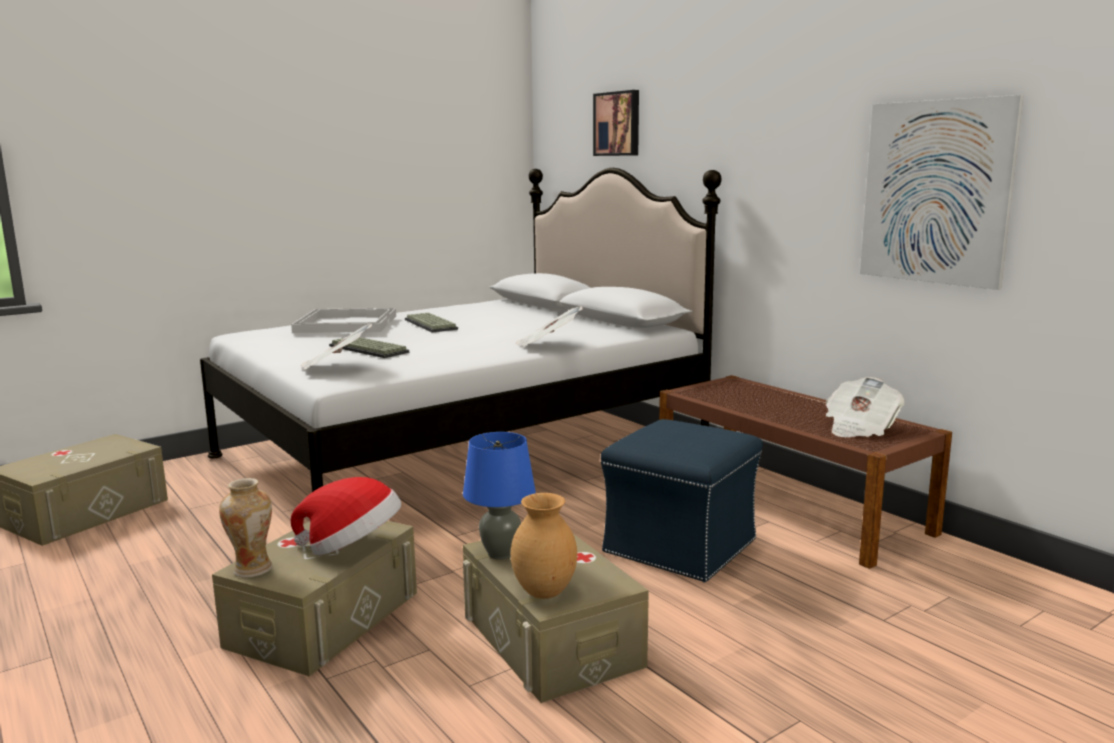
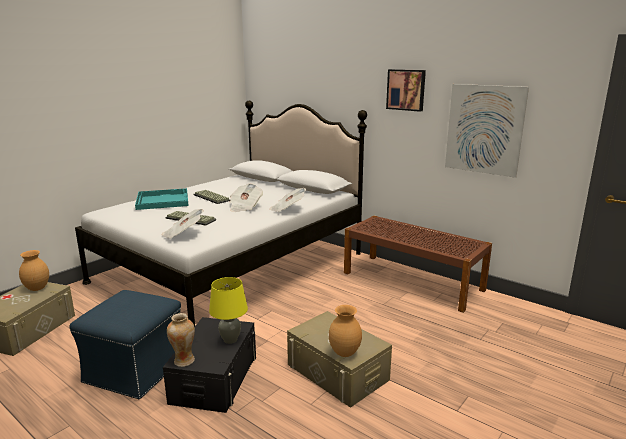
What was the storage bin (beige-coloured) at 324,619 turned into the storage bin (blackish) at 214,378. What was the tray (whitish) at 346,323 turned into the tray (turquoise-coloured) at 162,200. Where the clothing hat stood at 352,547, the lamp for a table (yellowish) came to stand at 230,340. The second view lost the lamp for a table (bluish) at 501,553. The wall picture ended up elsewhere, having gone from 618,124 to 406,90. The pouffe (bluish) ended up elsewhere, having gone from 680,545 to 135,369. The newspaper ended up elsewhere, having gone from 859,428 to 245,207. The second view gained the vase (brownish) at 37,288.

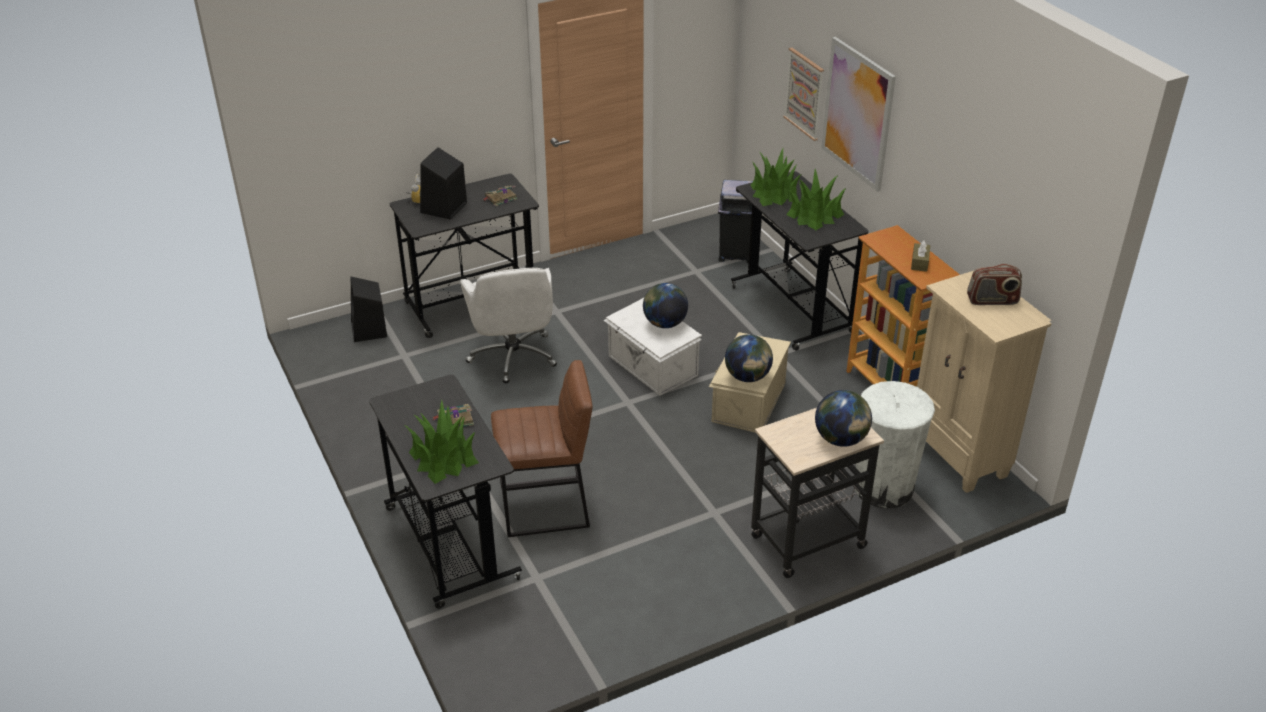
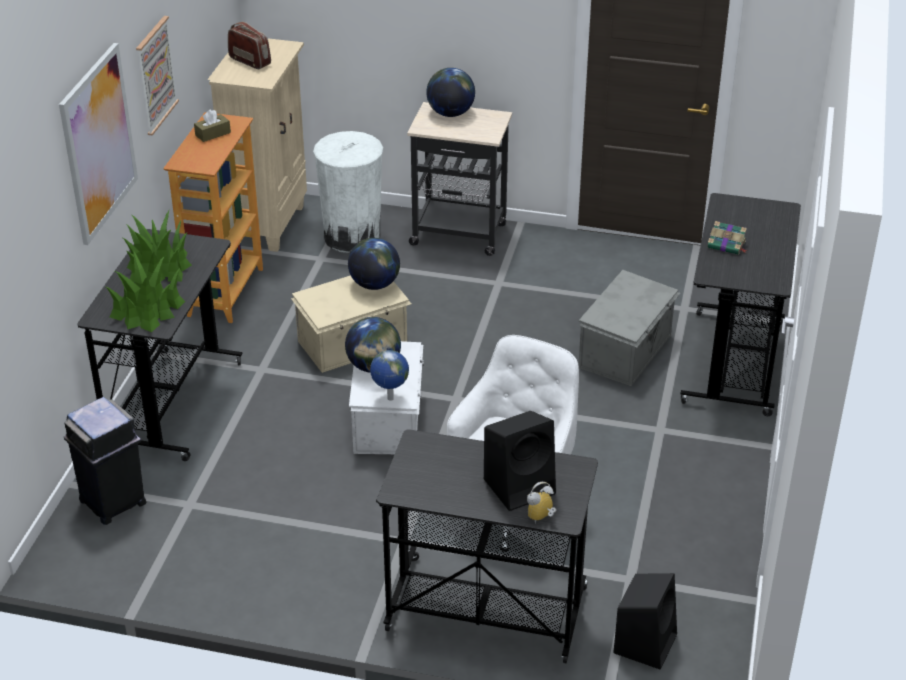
The second view lost the plant in a pot at 443,458. The second view lost the bound book at 500,198. Where the plain chair (brownish) stood at 546,506, the storage bin (greyish) came to stand at 626,351. The wall picture ended up elsewhere, having gone from 804,93 to 155,75. The second view gained the desk globe at 390,399.

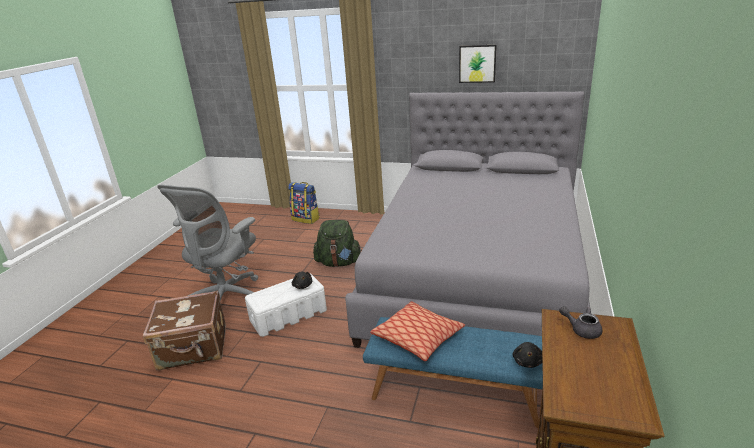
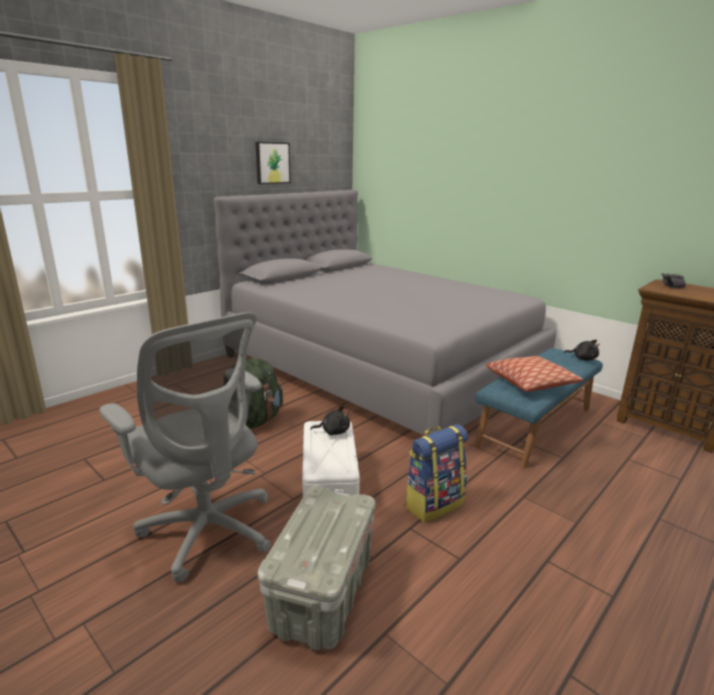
Where the piece of luggage (brownish) stood at 193,348, the storage bin (greyish) came to stand at 322,593. The knapsack ended up elsewhere, having gone from 306,219 to 433,503.

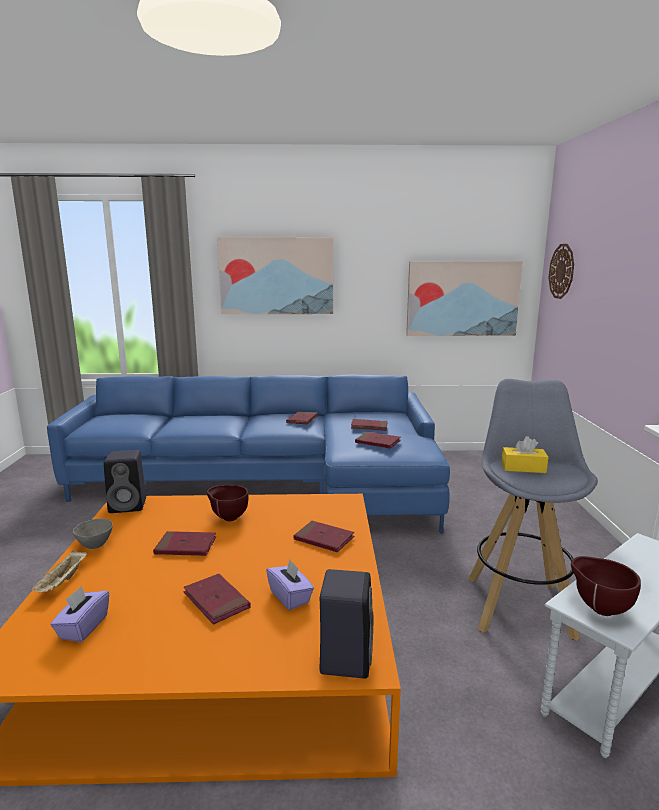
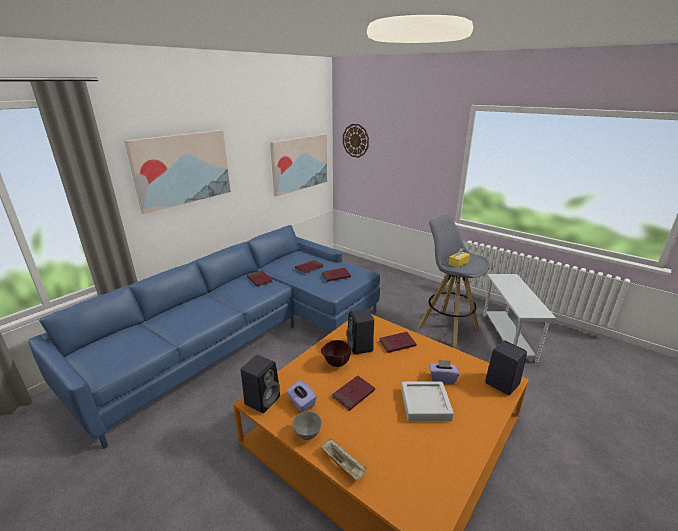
The tissue box (purplish) ended up elsewhere, having gone from 83,627 to 301,403. Where the bound book (red-coloured) stood at 216,601, the tray (greyish) came to stand at 425,404. The second view lost the bowl (brownish) at 599,608. The second view gained the loudspeaker (blackish) at 360,347.

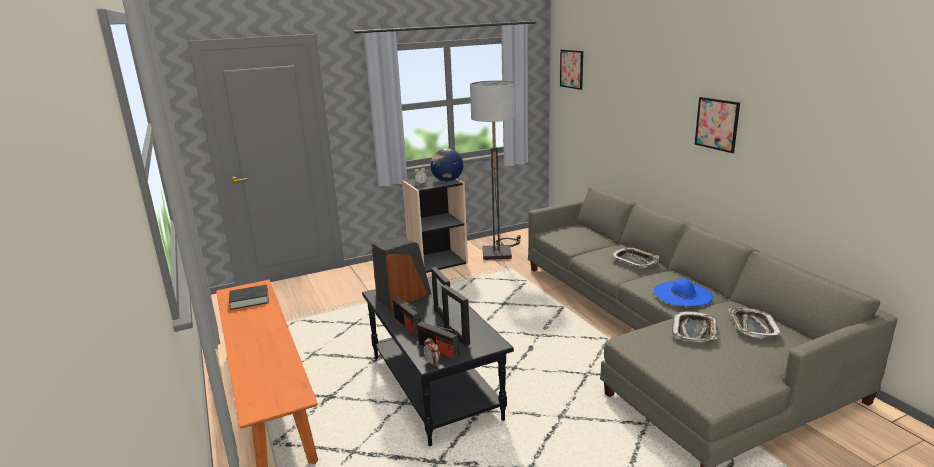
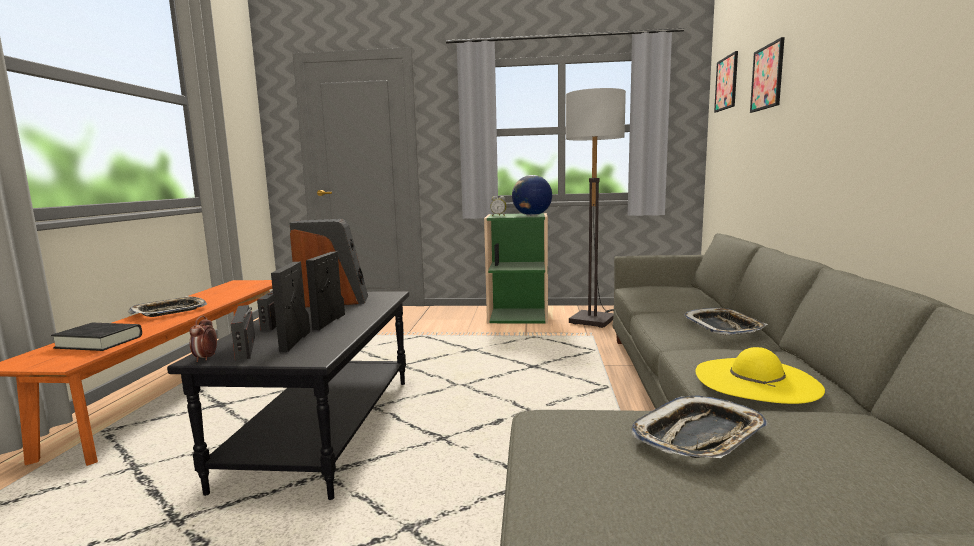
The bound book (blackish) ended up elsewhere, having gone from 249,300 to 99,342. What was the bookcase (blackish) at 438,261 turned into the bookcase (green-coloured) at 518,316. What was the clothing hat (bluish) at 682,294 turned into the clothing hat (yellowish) at 756,380. The wall picture ended up elsewhere, having gone from 717,124 to 767,77. The tray ended up elsewhere, having gone from 752,326 to 170,311.

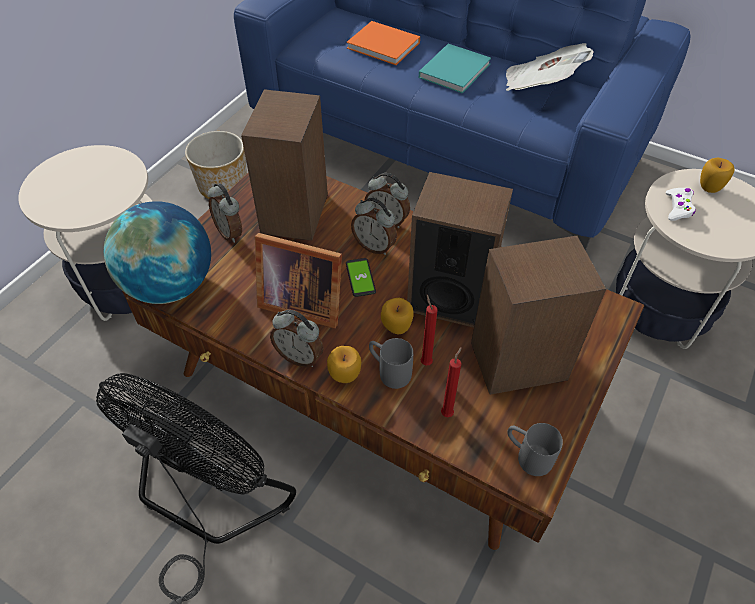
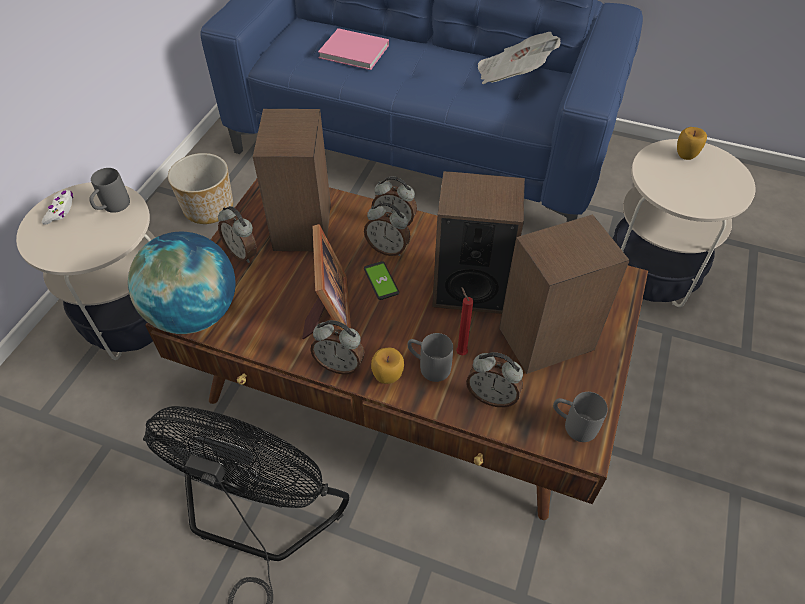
The standing frame at 300,302 ended up facing another way, 105 degrees counterclockwise from before. What was the bound book (orangey) at 385,46 turned into the bound book (pink) at 356,52. The second view lost the whole apple at 396,328. The second view lost the bound book (turquoise-coloured) at 455,70. Where the wax candle (red-coloured) stood at 448,412, the bedside clock came to stand at 492,396. The gamepad (whitish) ended up elsewhere, having gone from 678,208 to 60,210. The second view gained the tea mug (greyish) at 112,208.

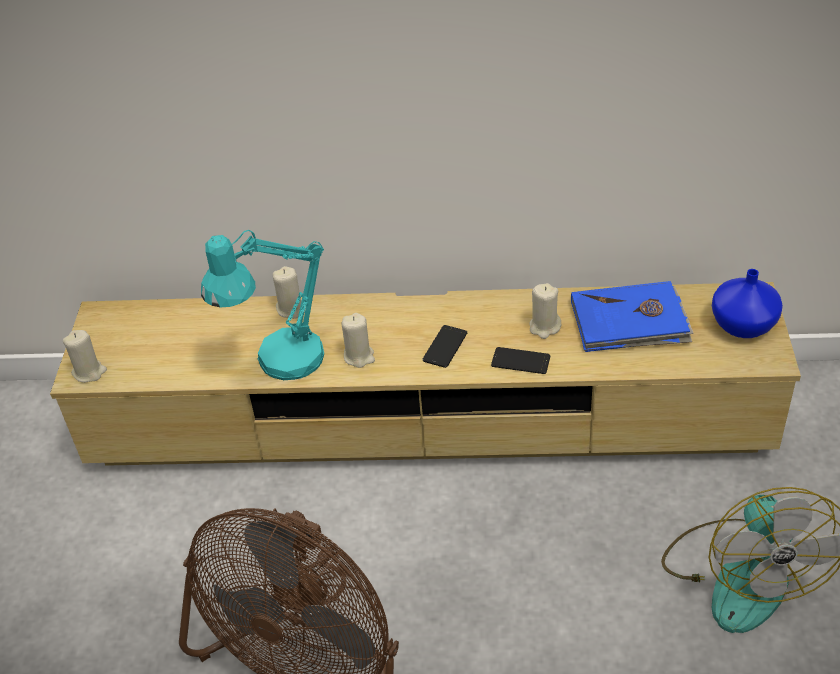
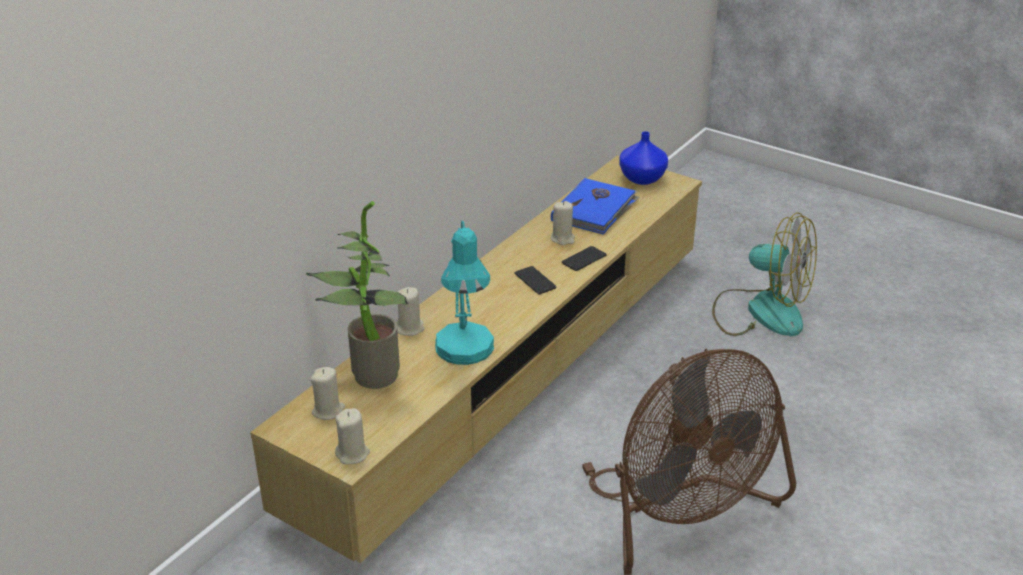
The wax candle (beige-coloured) ended up elsewhere, having gone from 359,356 to 328,411. The second view gained the plant in a pot at 368,376.

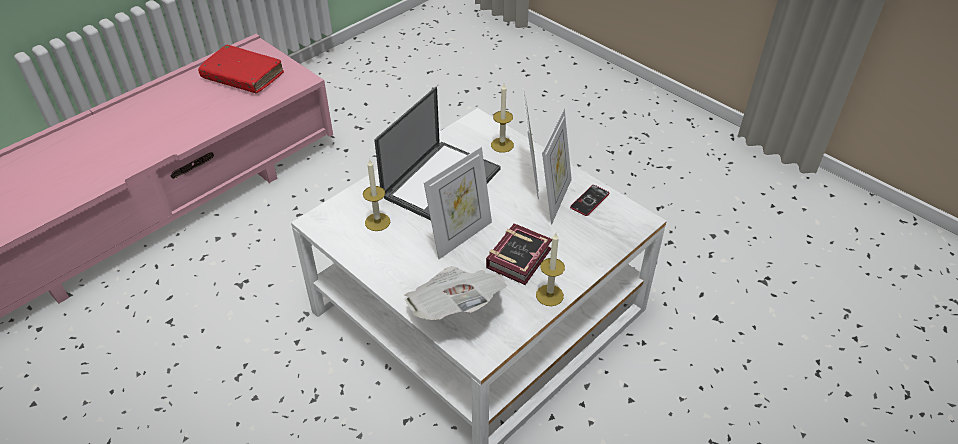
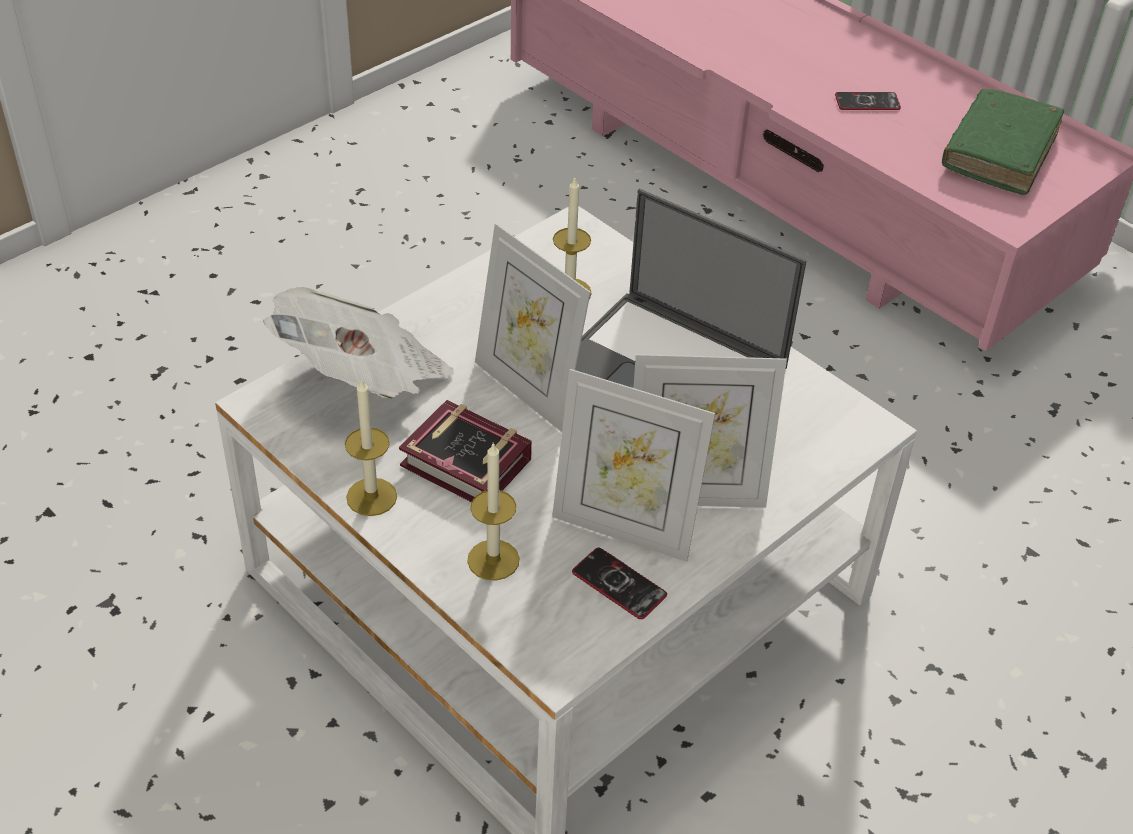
What was the bound book (red-coloured) at 243,76 turned into the bound book (green-coloured) at 999,152. The wax candle ended up elsewhere, having gone from 502,145 to 493,560. The second view gained the phone at 867,102.

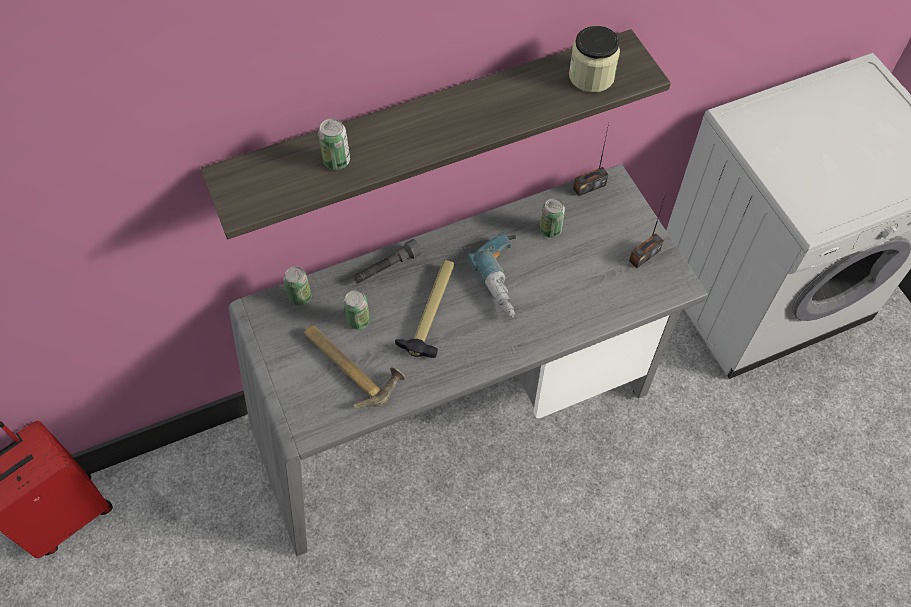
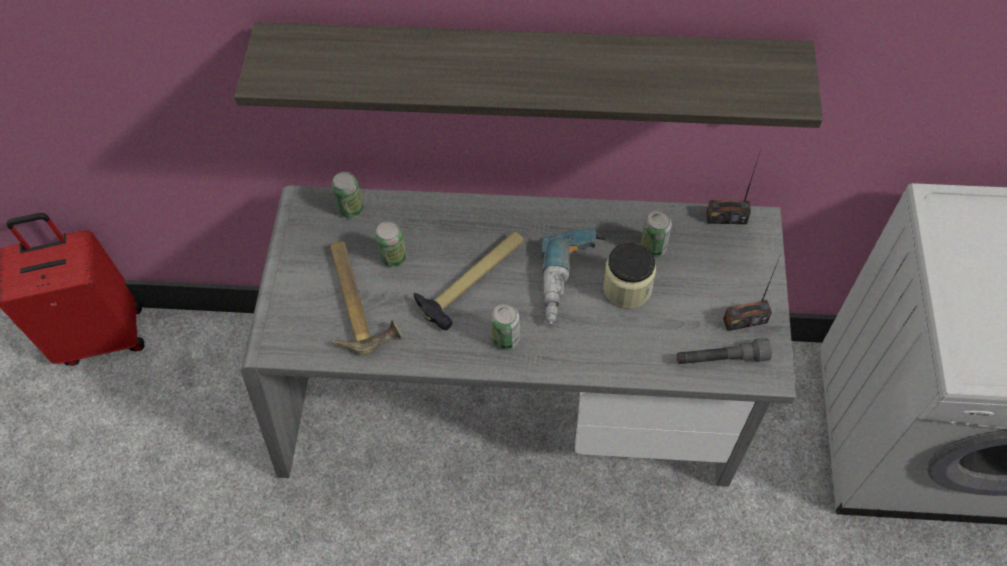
The sealed can ended up elsewhere, having gone from 336,161 to 506,339. The flashlight (greyish) ended up elsewhere, having gone from 387,267 to 721,358. The preserve jar ended up elsewhere, having gone from 591,76 to 627,288.

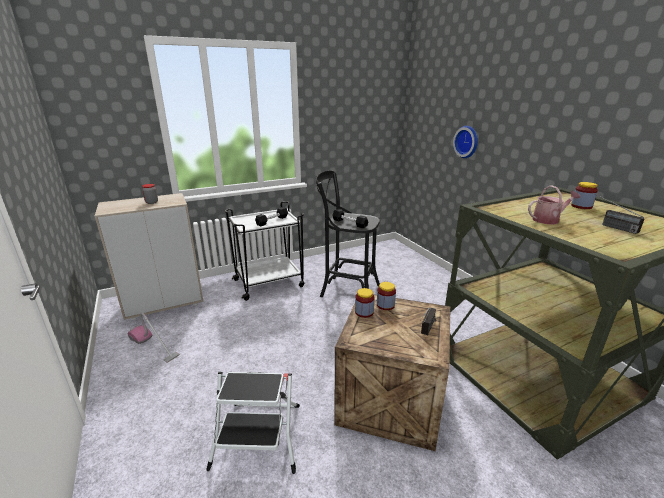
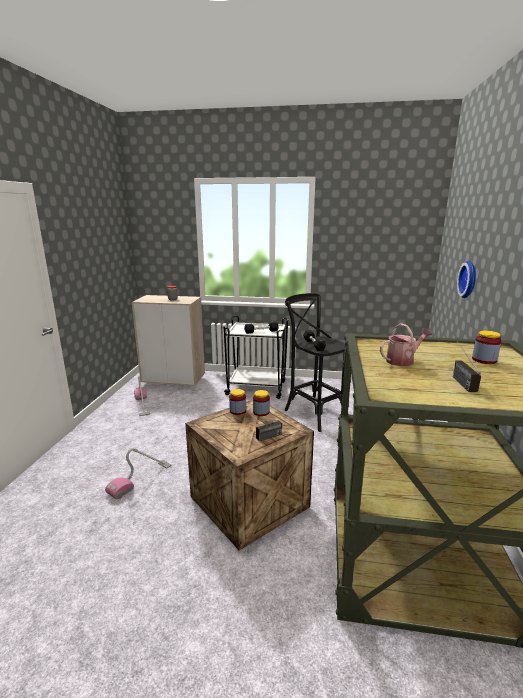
Where the stepladder stood at 259,436, the vacuum came to stand at 140,479. The sprinkling can at 548,220 ended up facing another way, 45 degrees counterclockwise from before.

